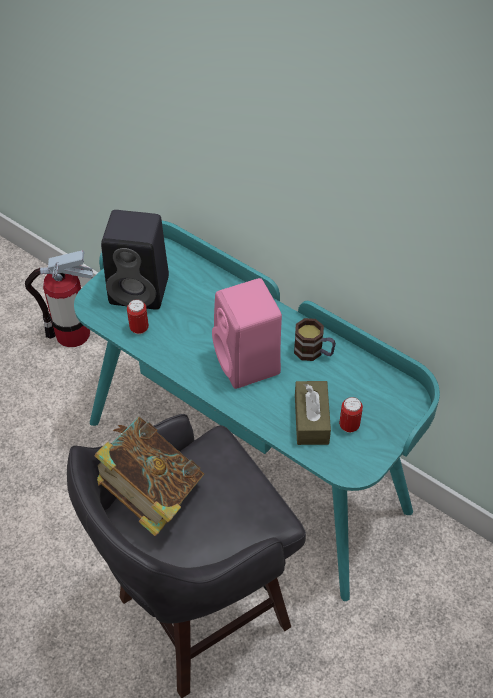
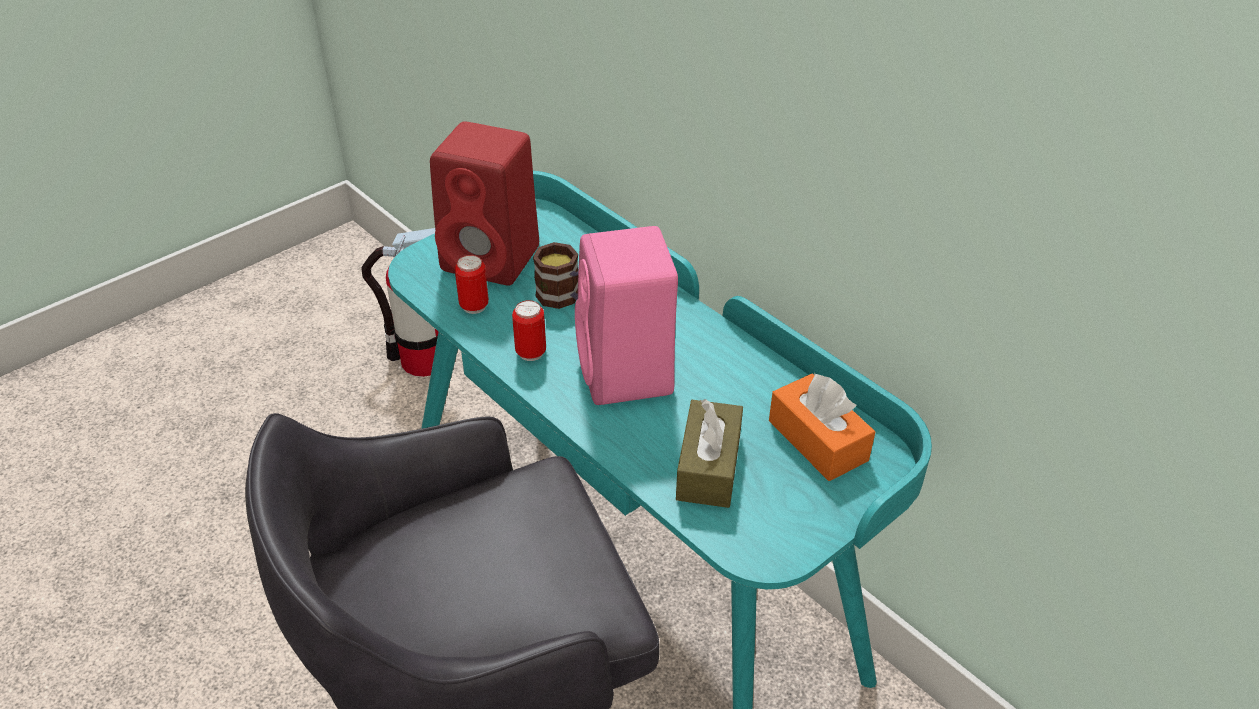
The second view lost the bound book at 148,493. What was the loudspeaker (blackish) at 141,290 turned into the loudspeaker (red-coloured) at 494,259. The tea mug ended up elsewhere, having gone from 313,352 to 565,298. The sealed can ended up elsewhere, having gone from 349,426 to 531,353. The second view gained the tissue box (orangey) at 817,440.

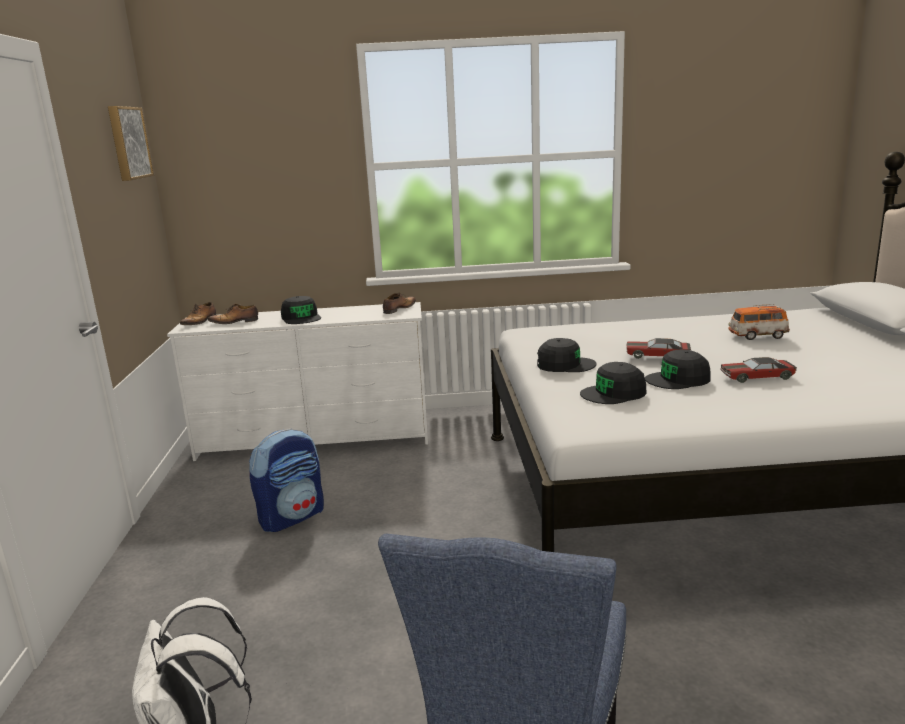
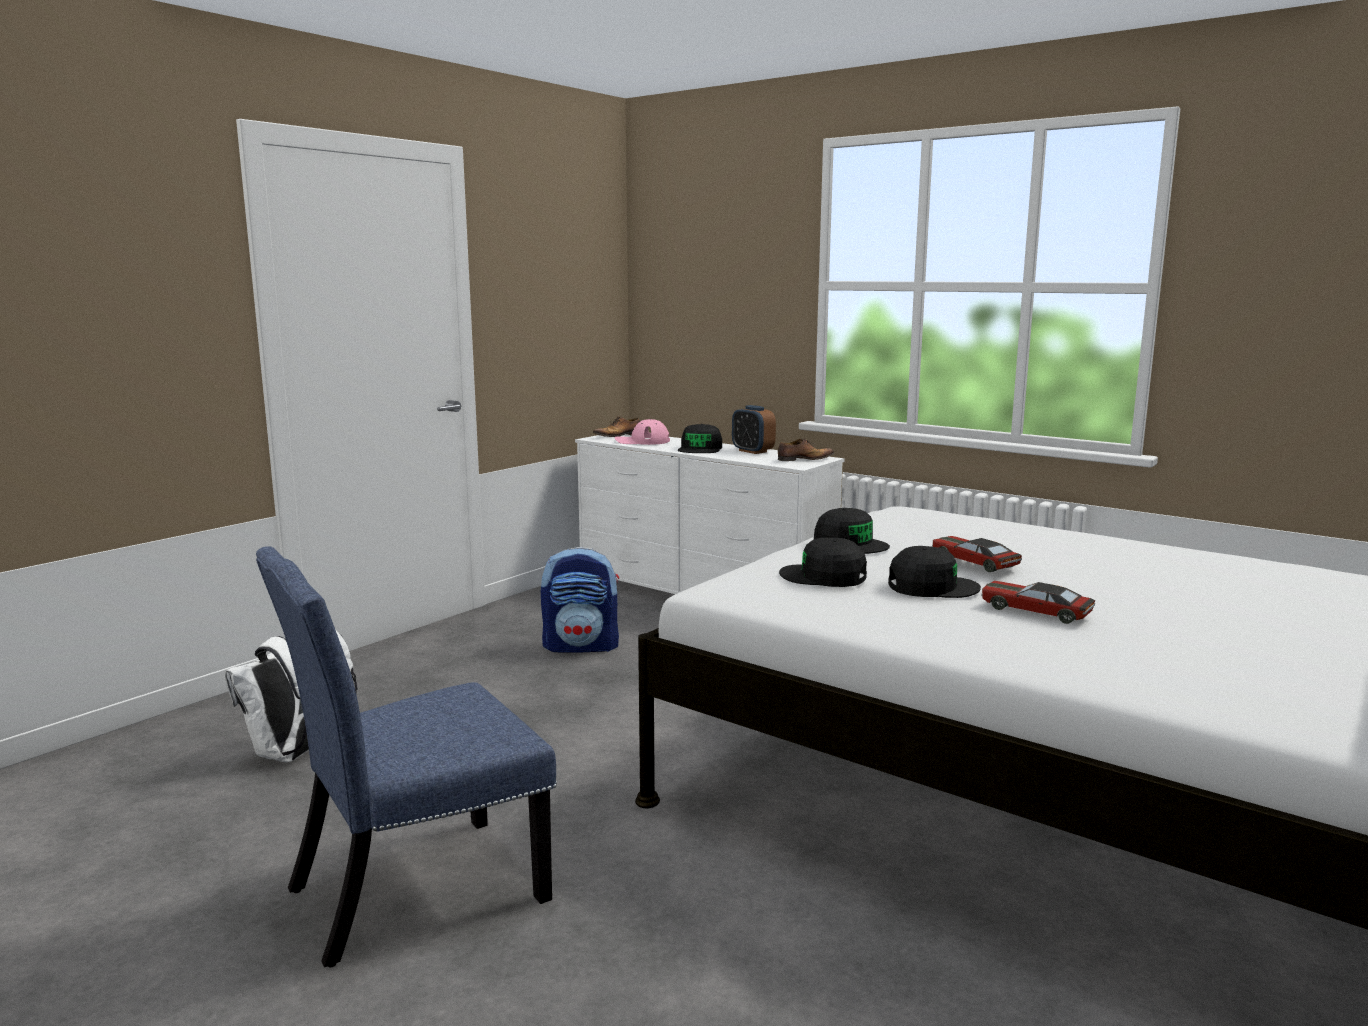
The second view lost the wall picture at 128,143. Where the item of footwear stood at 235,322, the peaked cap (pink) came to stand at 642,441. The peaked cap (blackish) at 678,379 ended up facing another way, 150 degrees clockwise from before. The second view lost the toy car at 757,336. The second view gained the bedside clock at 752,451.

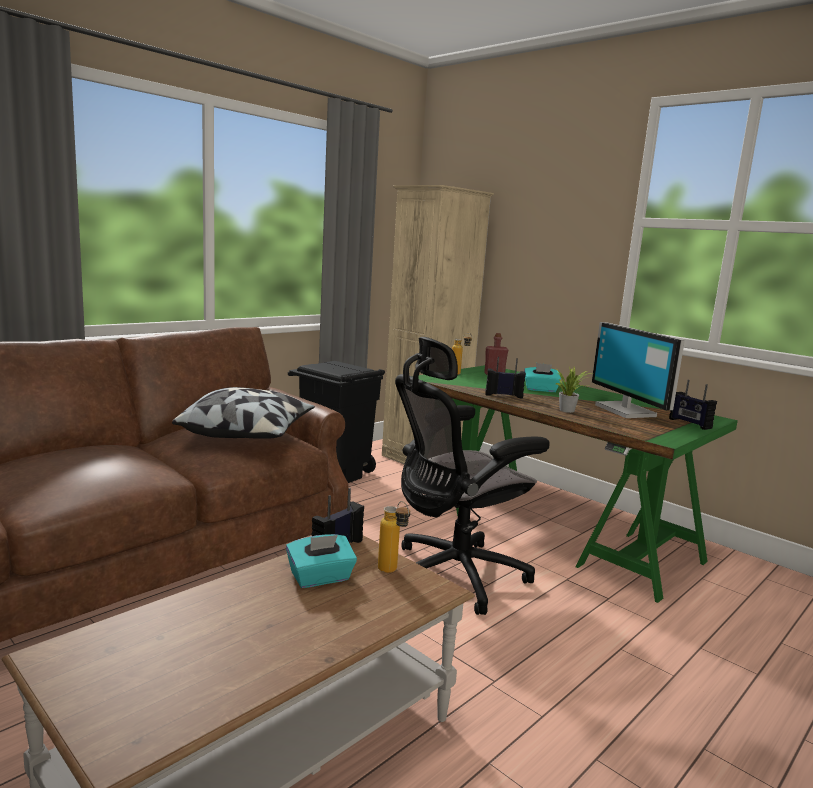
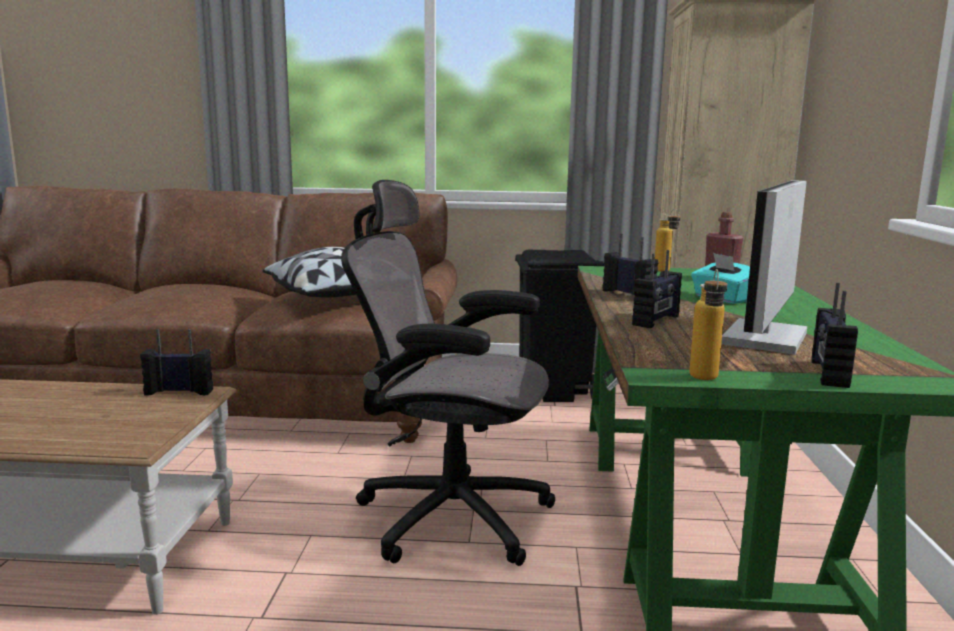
The second view lost the tissue box (turquoise-coloured) at 320,578. The beverage bottle ended up elsewhere, having gone from 392,572 to 705,380. Where the plant in a pot stood at 568,410, the radio receiver came to stand at 657,321.

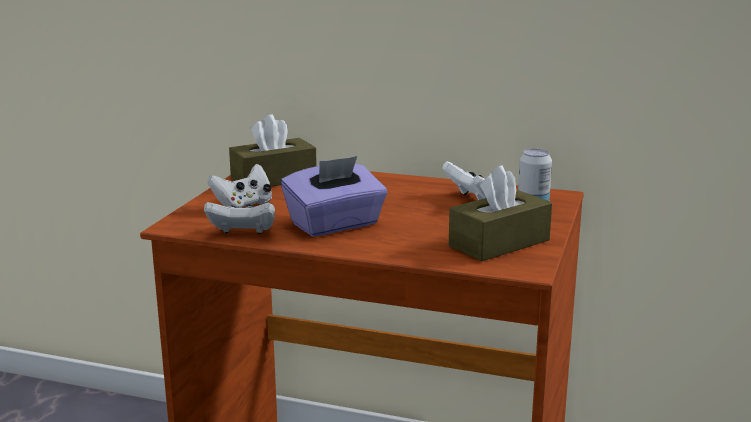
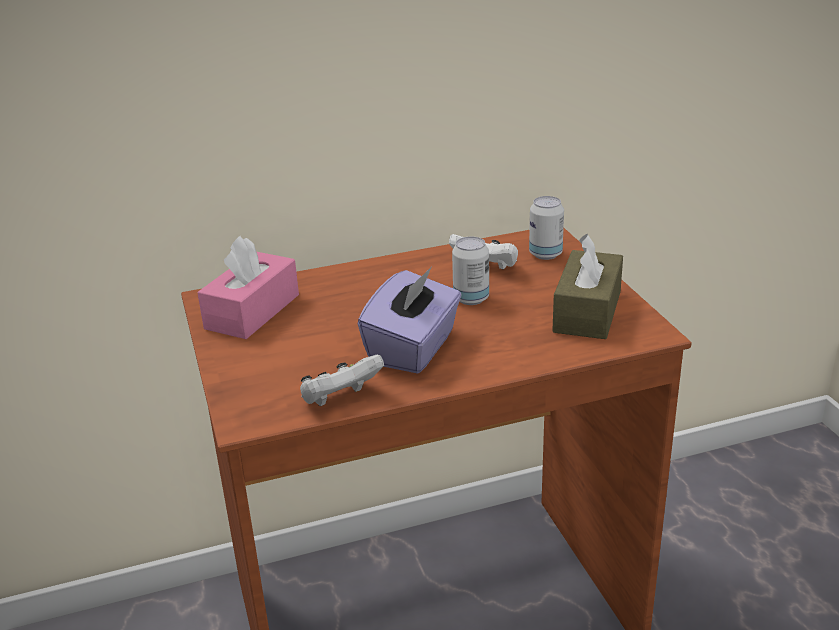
The second view lost the gamepad (whitish) at 243,205. What was the tissue box (brownish) at 273,179 turned into the tissue box (pink) at 252,312. The second view gained the sealed can at 471,299.

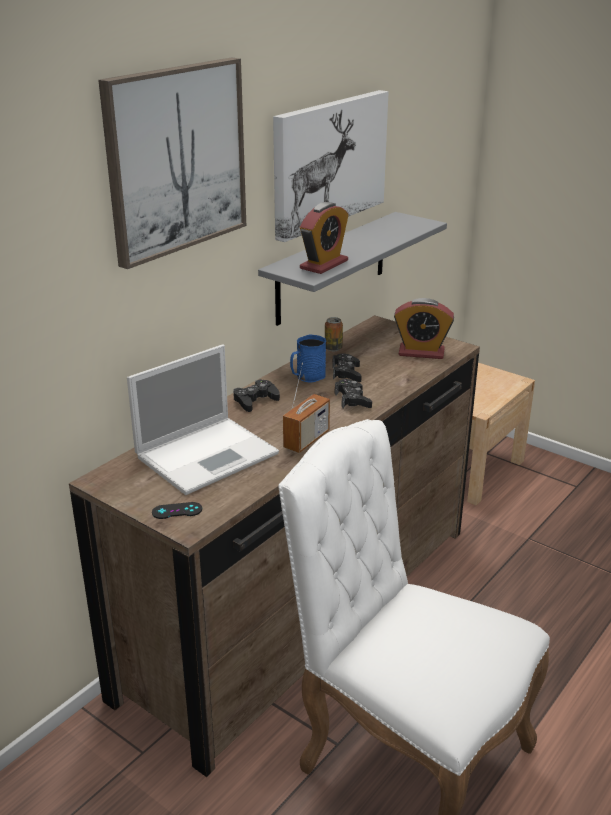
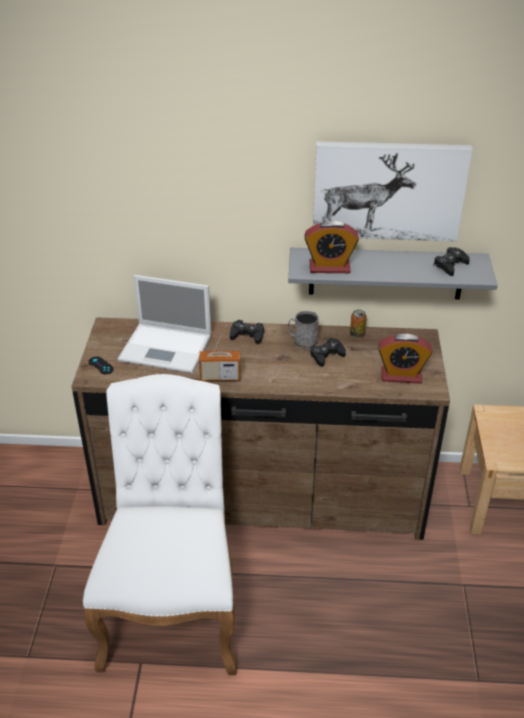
The second view lost the wall picture at 176,159. What was the tea mug (bluish) at 307,377 turned into the tea mug (greyish) at 302,341. The gamepad (blackish) ended up elsewhere, having gone from 352,400 to 450,265. The bedside clock at 421,352 ended up facing another way, 60 degrees counterclockwise from before.

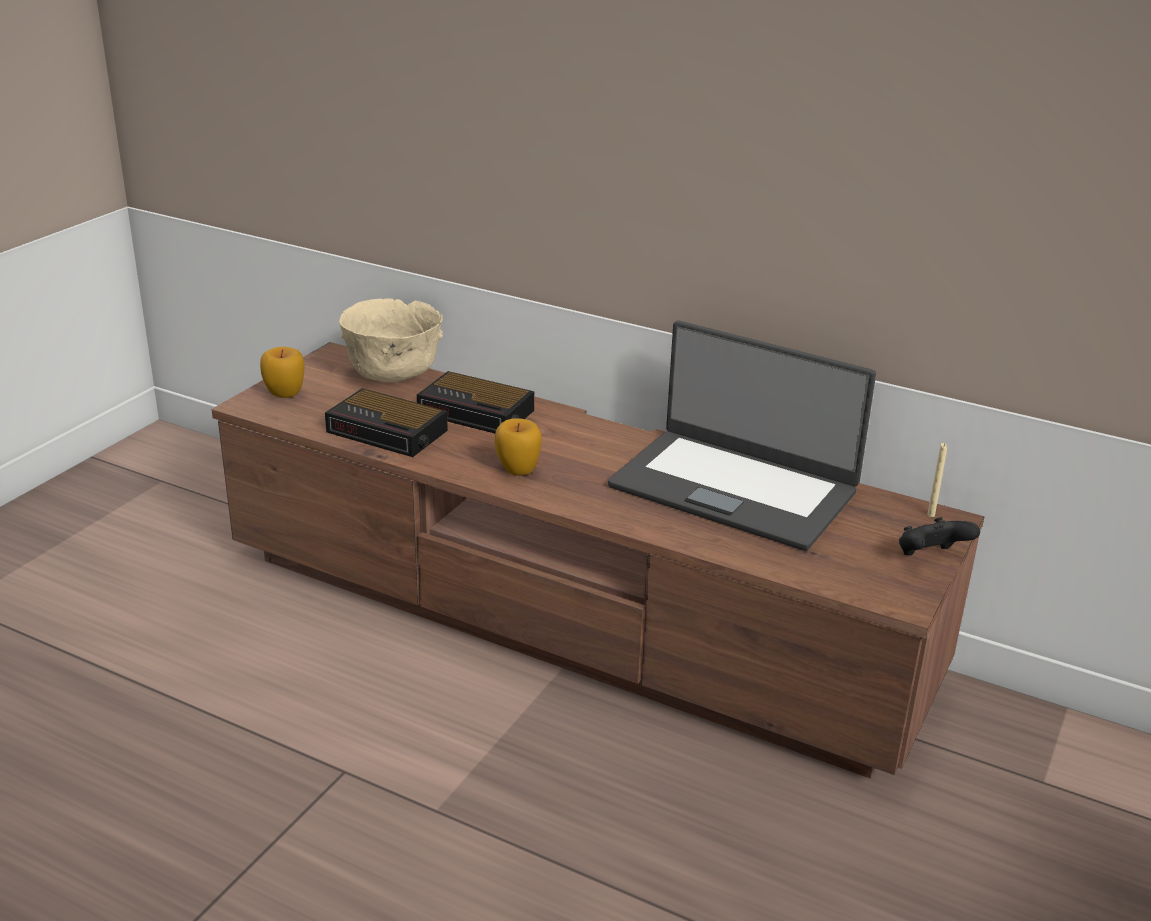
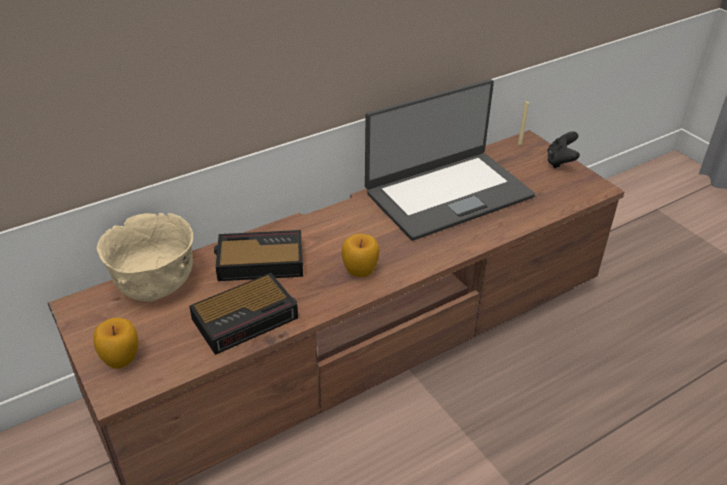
The bedside clock at 478,412 ended up facing another way, 150 degrees counterclockwise from before.

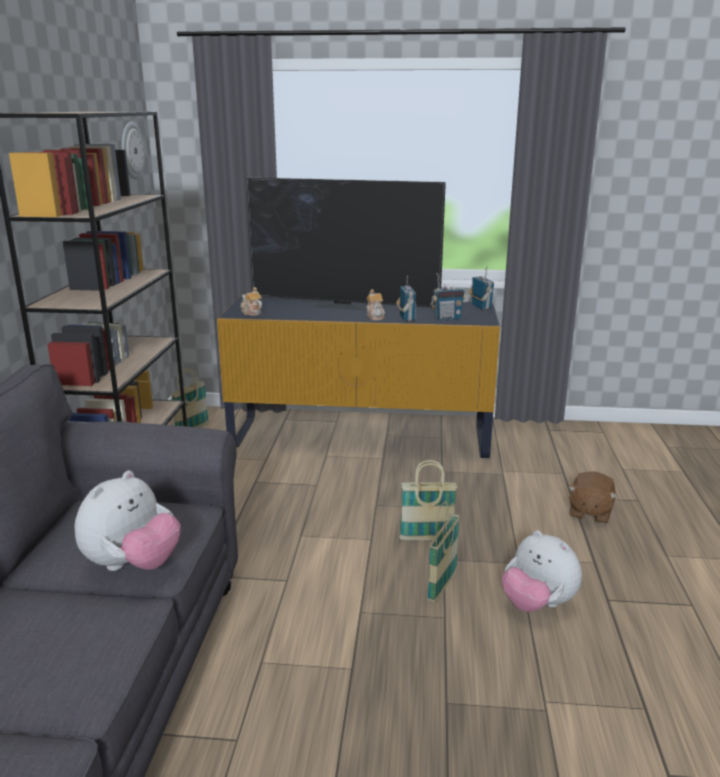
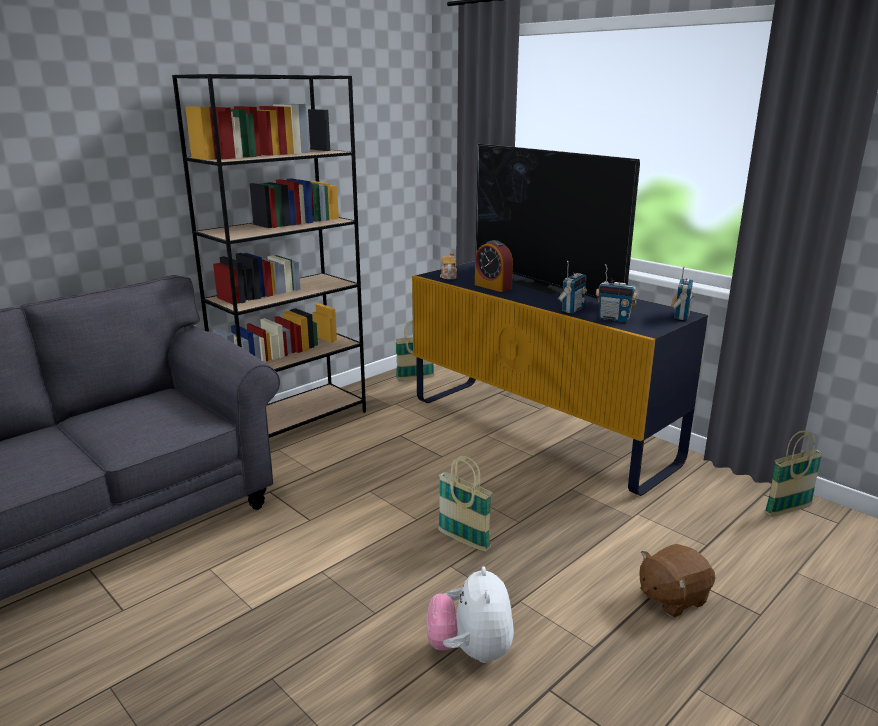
The second view lost the soft toy at 133,565. The second view lost the wall clock at 131,150. The second view lost the pot for tea at 375,317. The household basket ended up elsewhere, having gone from 442,586 to 787,510. The second view gained the bedside clock at 493,287.

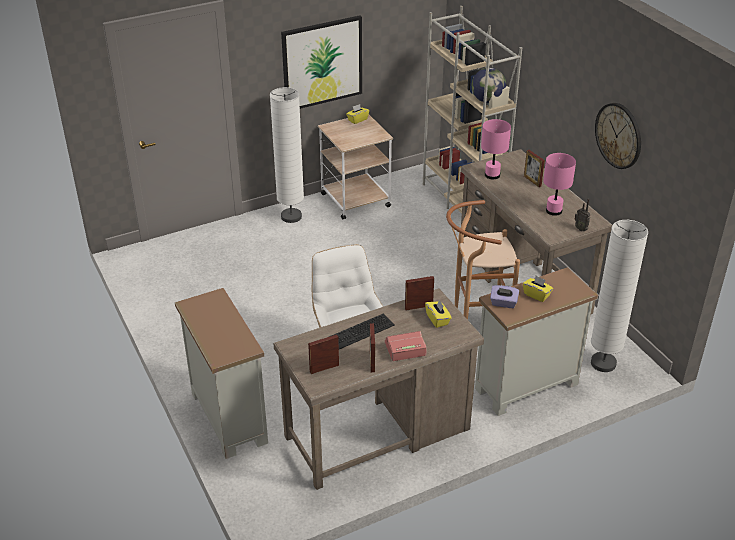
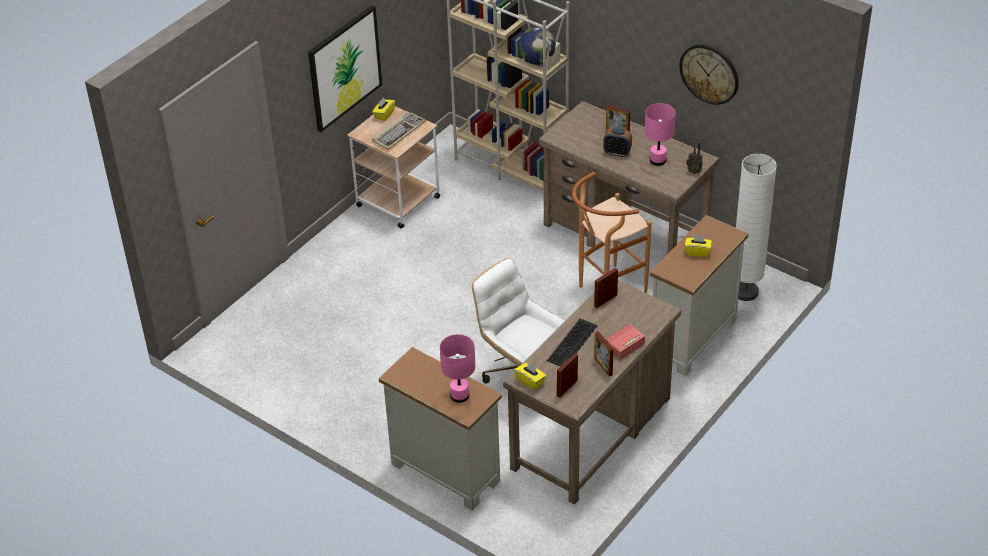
The second view lost the standing lamp (whitish) at 291,216. The tissue box (yellowish) ended up elsewhere, having gone from 437,319 to 530,381. The lamp for a table (pink) ended up elsewhere, having gone from 492,175 to 459,395. The second view lost the tissue box (purplish) at 503,303. The second view gained the keyboard at 398,132. The second view gained the bedside clock at 617,153.

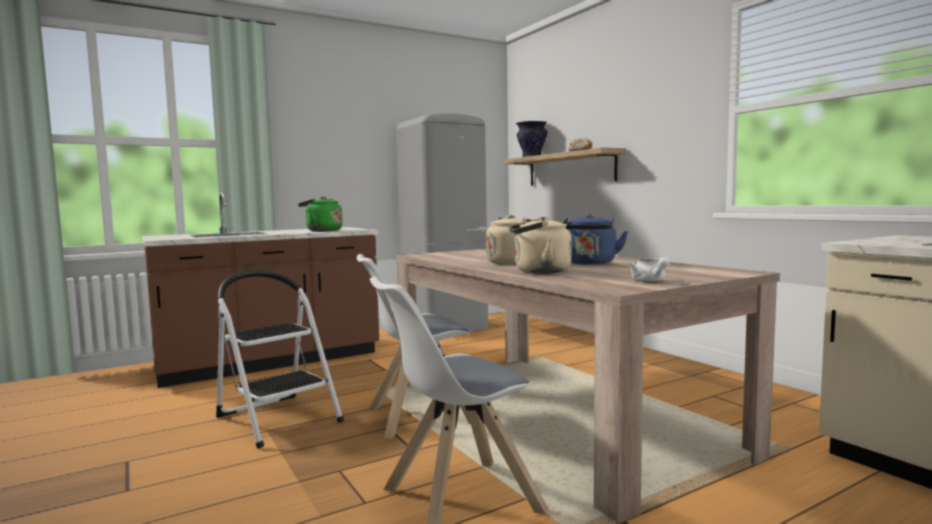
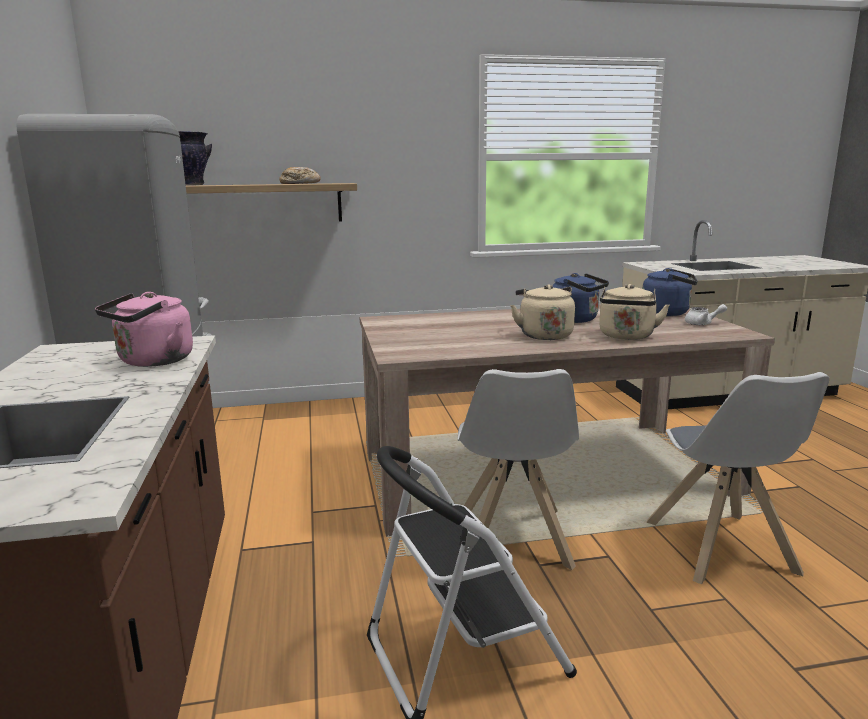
What was the kettle (green-coloured) at 322,231 turned into the kettle (pink) at 152,362. The second view gained the kettle (bluish) at 668,313.

